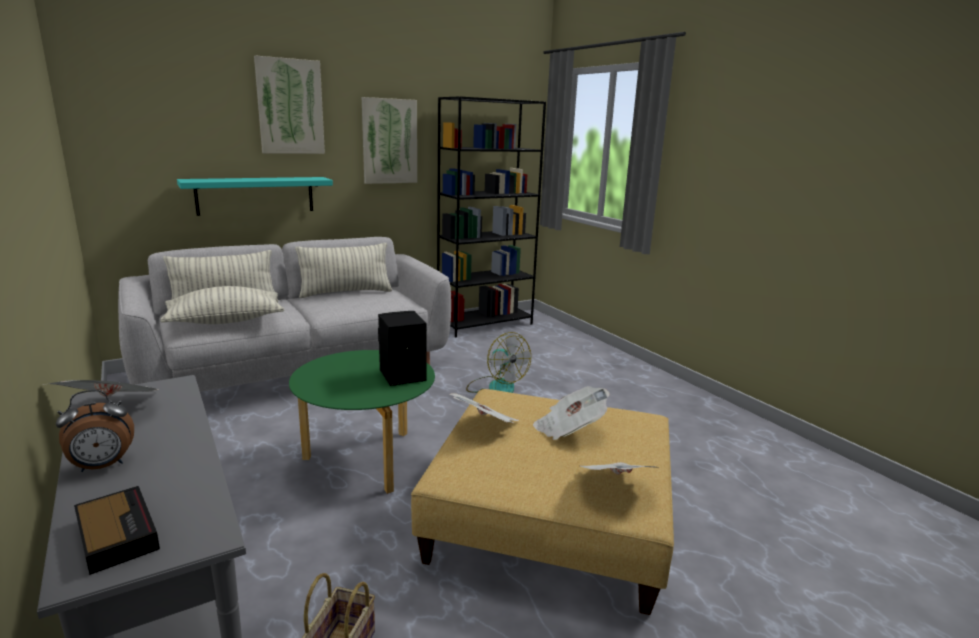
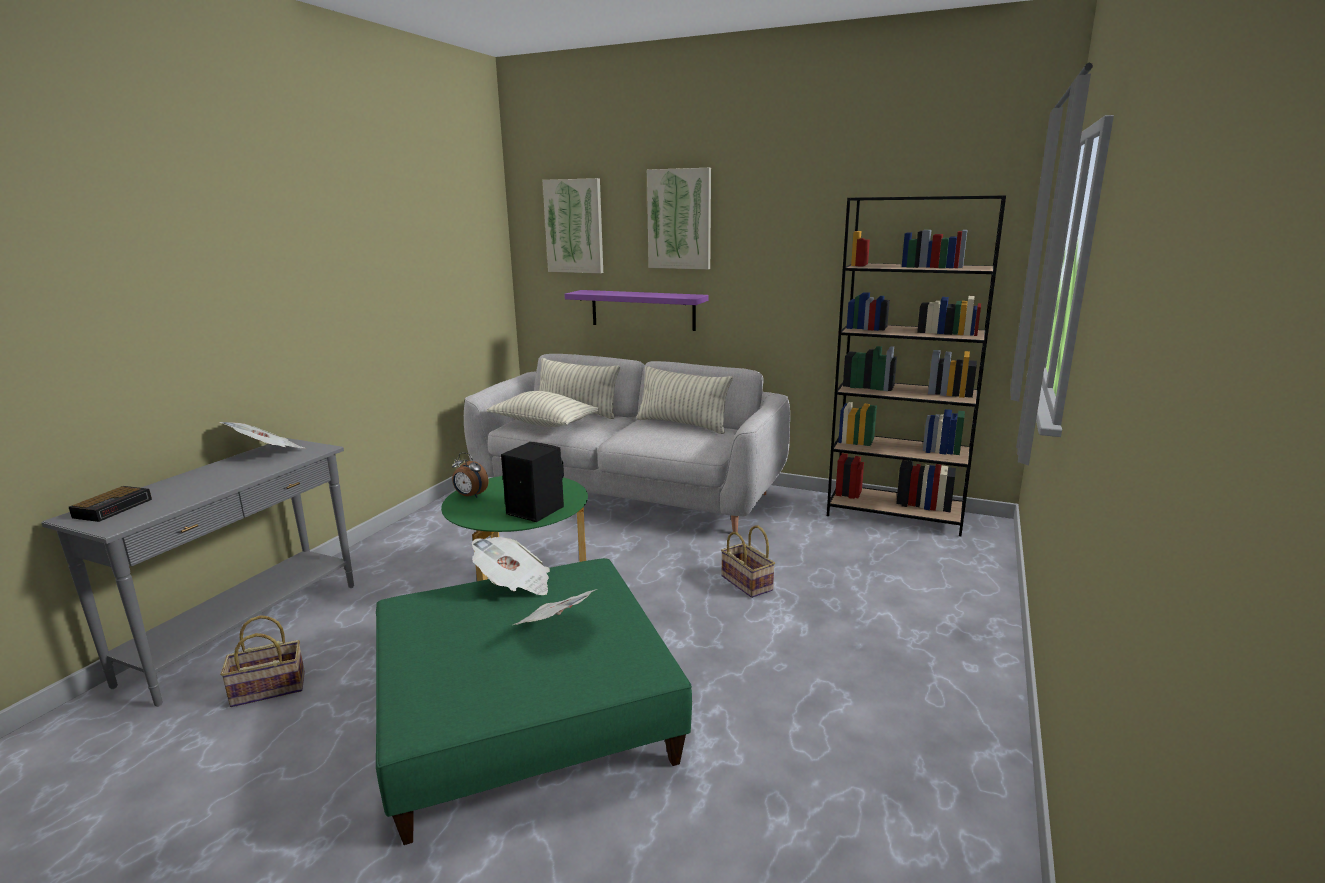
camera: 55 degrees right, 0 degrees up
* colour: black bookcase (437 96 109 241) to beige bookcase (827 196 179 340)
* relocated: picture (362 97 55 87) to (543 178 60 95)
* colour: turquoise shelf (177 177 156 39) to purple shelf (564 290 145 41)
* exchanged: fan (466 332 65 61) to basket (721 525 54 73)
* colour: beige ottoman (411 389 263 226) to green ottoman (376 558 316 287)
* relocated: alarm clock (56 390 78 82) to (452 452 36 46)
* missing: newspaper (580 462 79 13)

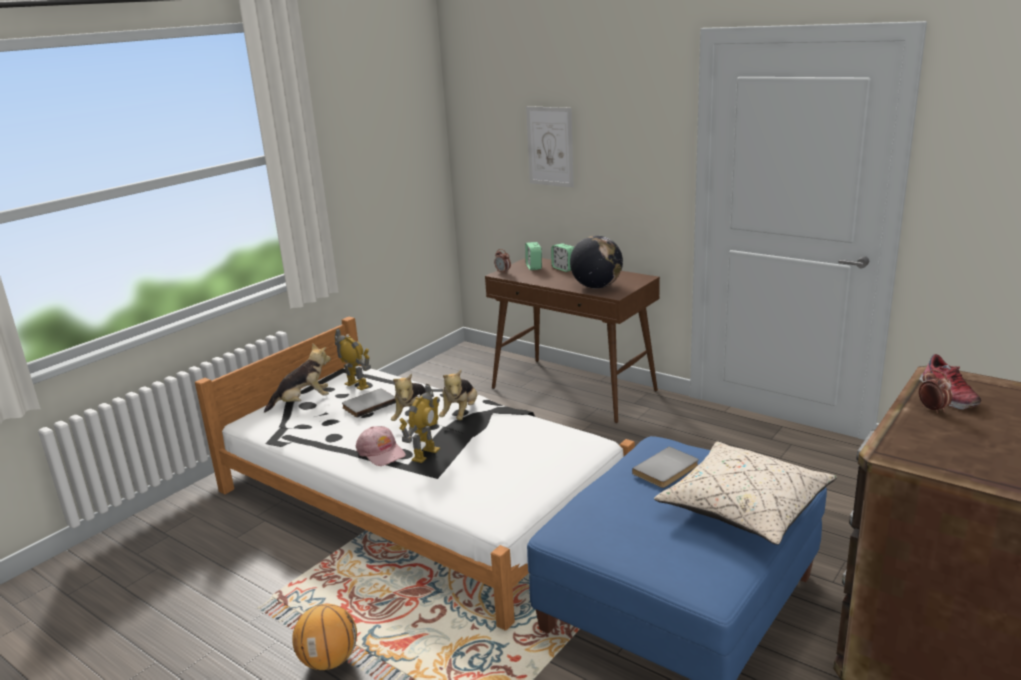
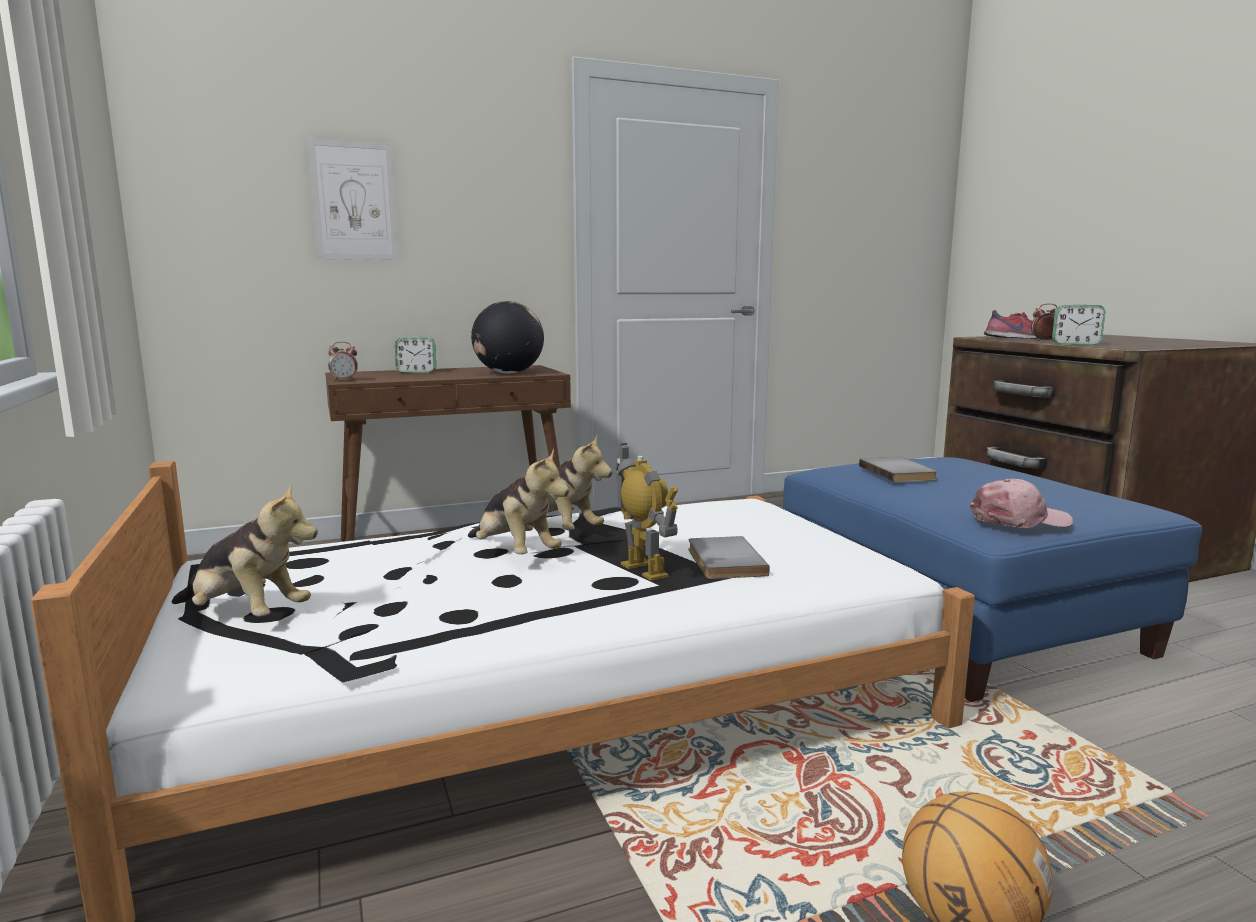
camera: 60 degrees left, 10 degrees down
* relocated: alarm clock (525 242 17 28) to (1052 304 54 41)
* missing: toy robot (335 328 36 62)
* spun: plush toy (264 343 67 70) = (172 483 146 134) 105 degrees clockwise
* relocated: grey book (342 389 54 29) to (688 536 82 43)
* relocated: pink cap (356 426 50 40) to (970 479 103 49)
* missing: beige pillow (654 442 183 103)

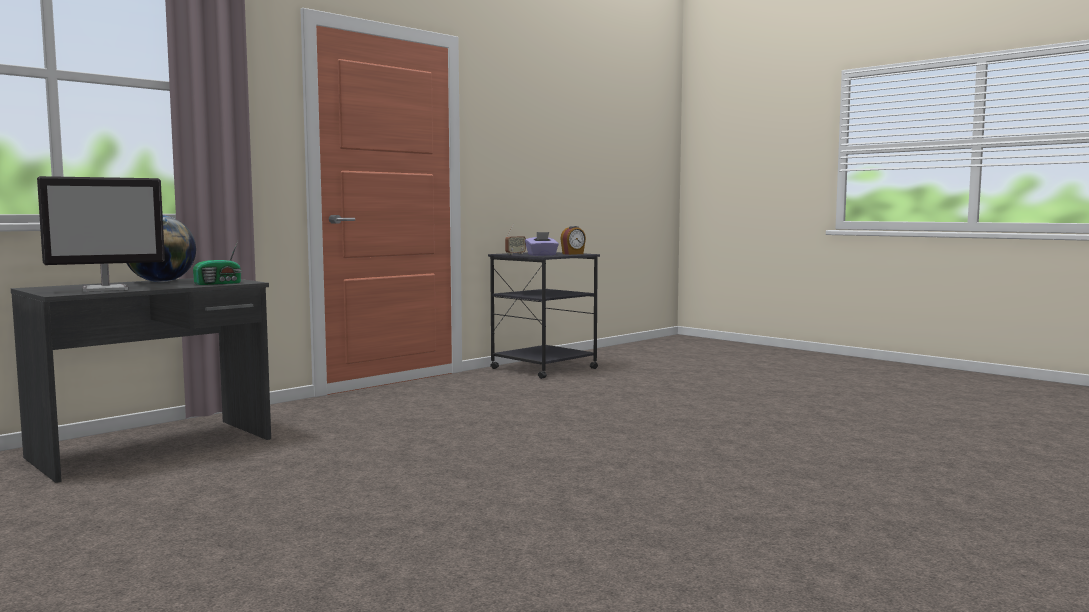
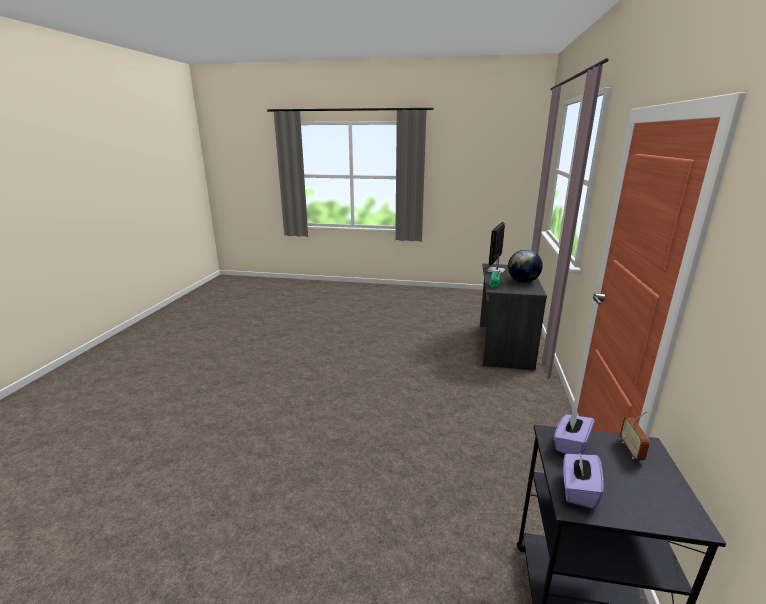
camera: 145 degrees right, 15 degrees up
* exchanged: alarm clock (560 226 26 29) to purple tissue box (563 451 41 58)

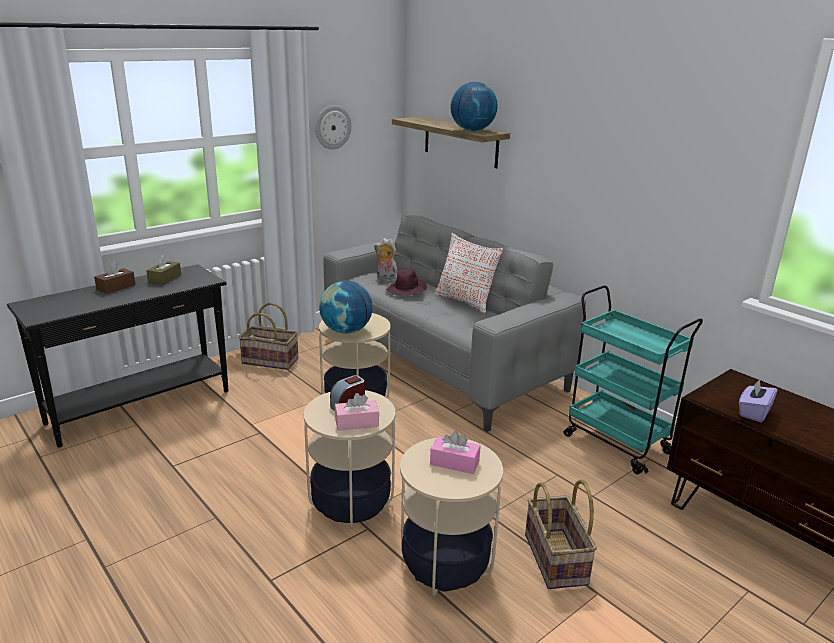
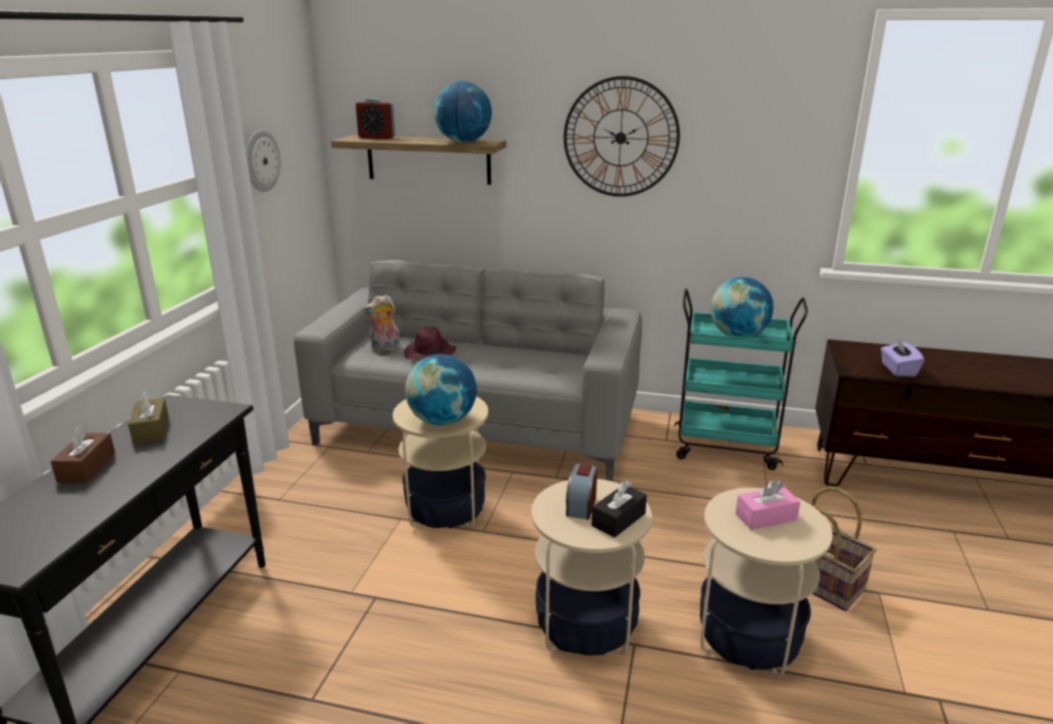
camera: 35 degrees left, 0 degrees up
* missing: white pillow (435 233 68 81)
* missing: basket (238 302 60 68)
* colour: pink tissue box (335 393 44 38) to black tissue box (592 480 55 58)
* appeared: wall clock (564 76 116 121)
* appeared: alarm clock (356 98 39 41)
* appeared: globe (710 277 64 60)

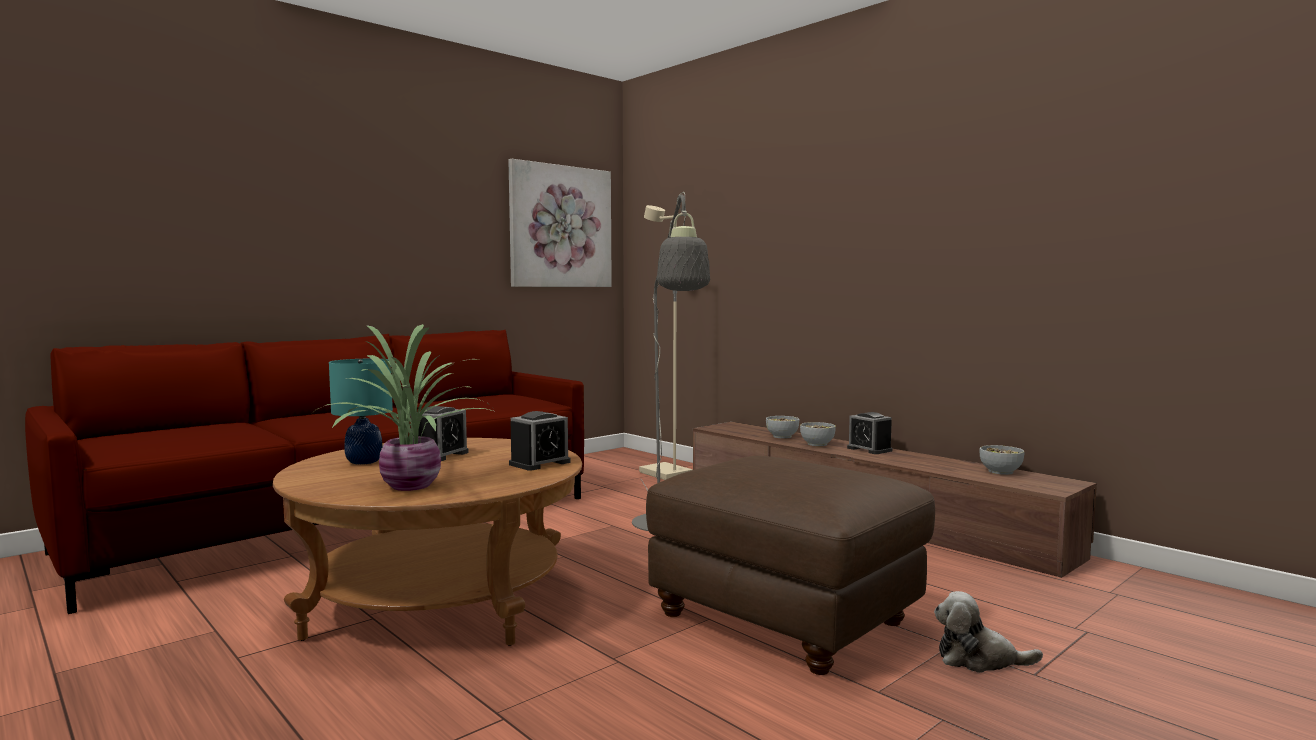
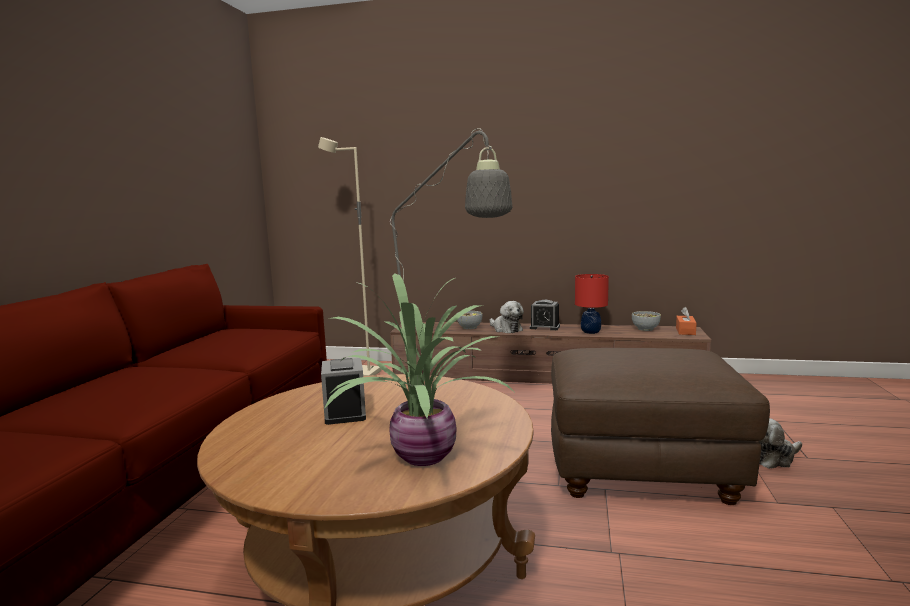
camera: 35 degrees left, 5 degrees up
* missing: picture (508 159 104 128)
* missing: turquoise table lamp (329 359 64 106)
* missing: alarm clock (509 411 62 60)
* exchanged: bowl (800 422 36 24) to plush toy (490 301 34 32)
* appeared: red table lamp (575 274 34 60)
* appeared: orange tissue box (676 307 21 28)

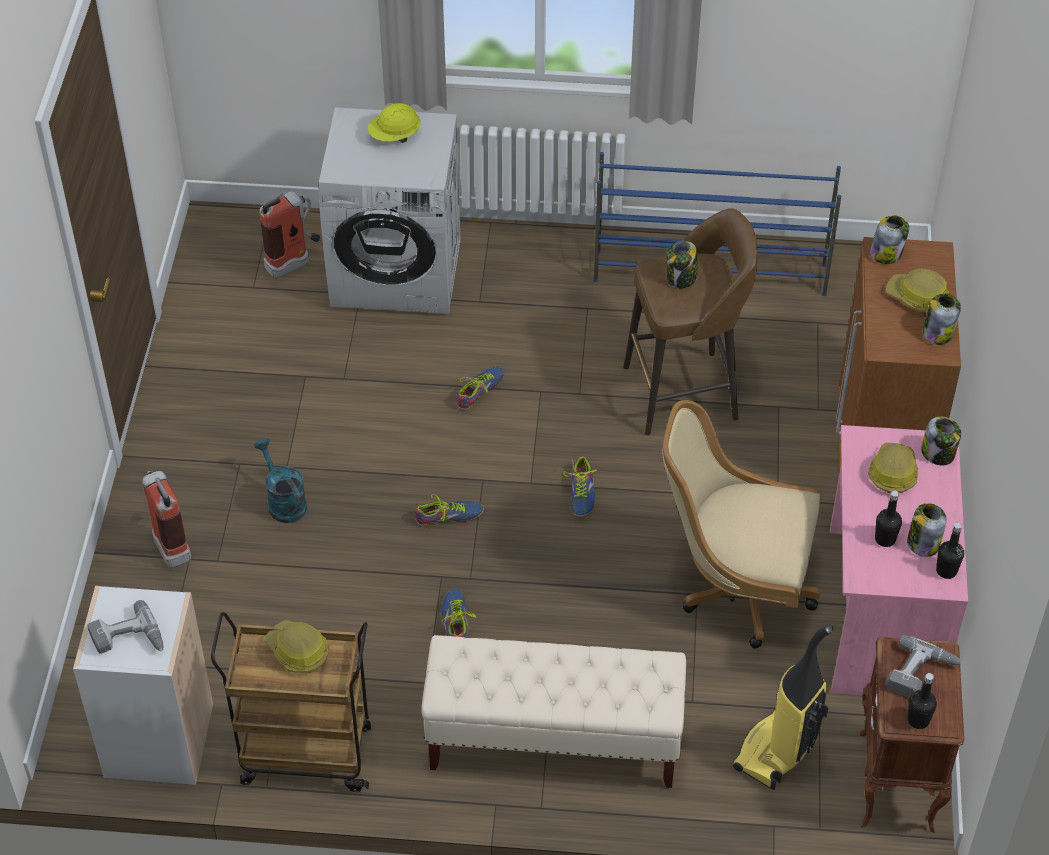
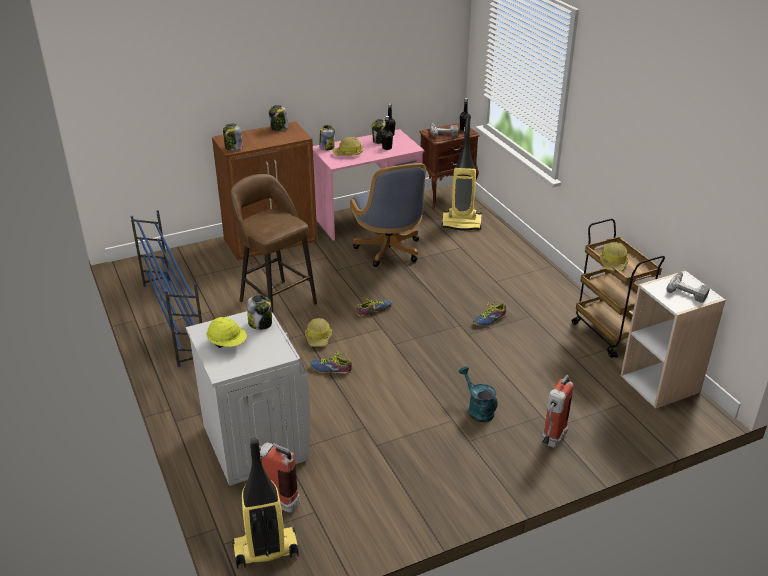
camera: 120 degrees left, 15 degrees down
* relocated: jar (666 241 32 48) to (247 295 25 35)
* relocated: hard hat (886 268 63 44) to (305 318 27 29)
* colour: beige office chair (662 400 159 249) to blue office chair (350 163 76 104)
* spun: turquoise watering can (254 438 53 85) = (459 366 38 56) 120 degrees clockwise
* missing: shoe (415 494 69 32)
* missing: beige bench (421 635 265 153)
* appeared: vacuum cleaner (232 438 67 131)

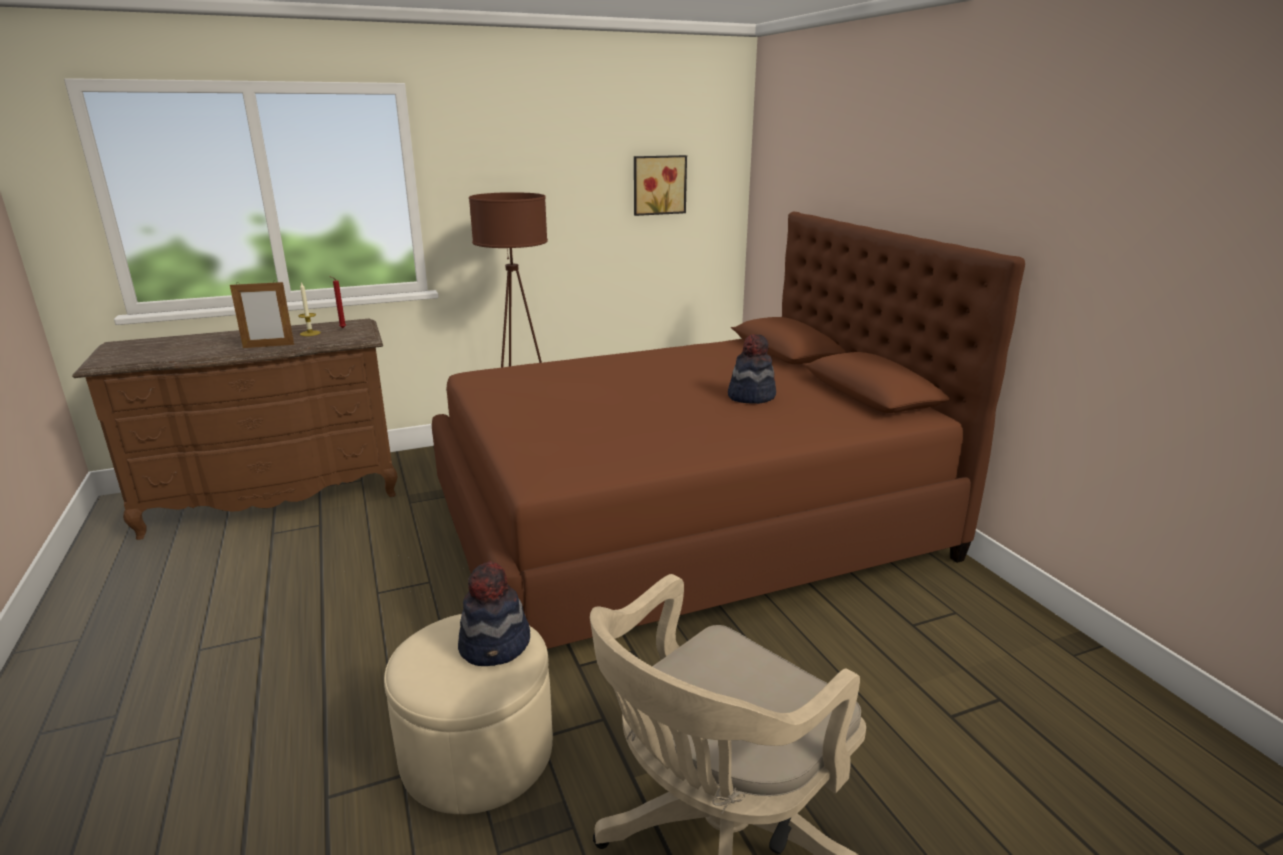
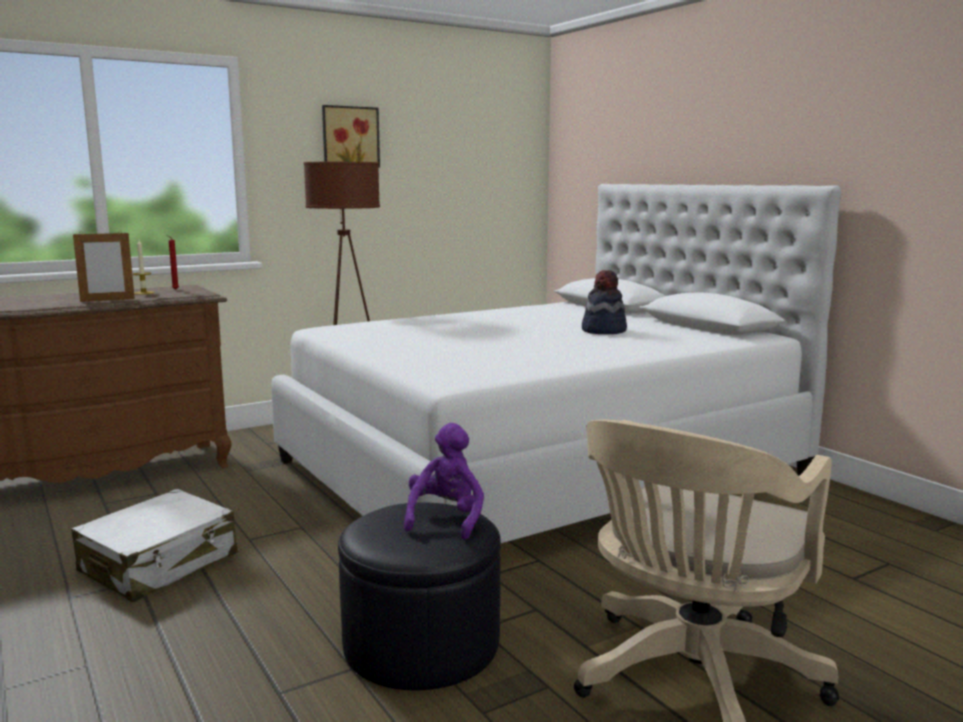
camera: 10 degrees left, 10 degrees down
* relocated: picture (634 155 53 61) to (322 105 58 62)
* colour: brown bed (432 212 593 437) to white bed (271 184 570 359)
* exchanged: hat (458 561 72 105) to purple plush toy (404 423 80 117)
* colour: beige ottoman (384 614 169 200) to black ottoman (338 502 163 188)
* appeared: white suitcase (71 489 166 113)

